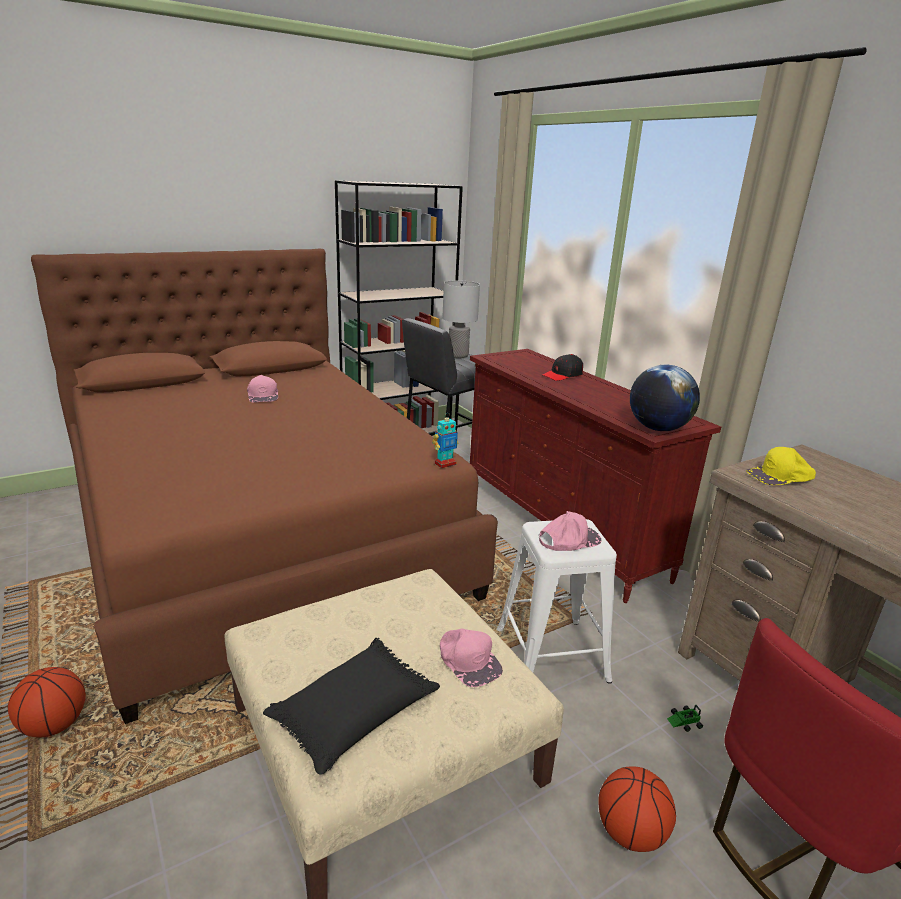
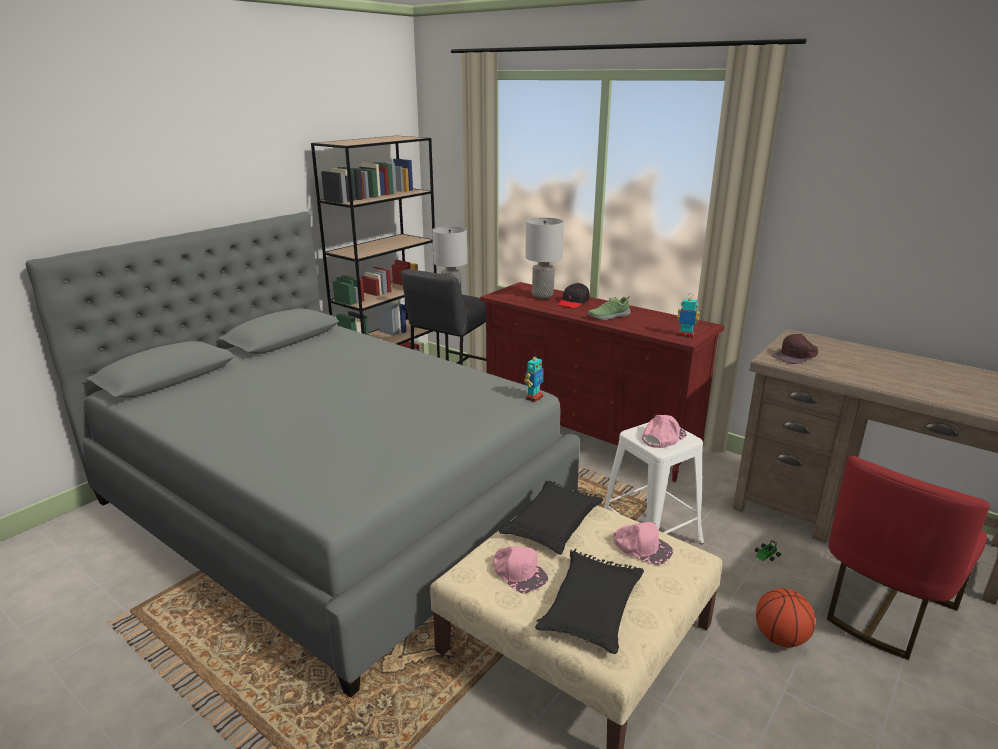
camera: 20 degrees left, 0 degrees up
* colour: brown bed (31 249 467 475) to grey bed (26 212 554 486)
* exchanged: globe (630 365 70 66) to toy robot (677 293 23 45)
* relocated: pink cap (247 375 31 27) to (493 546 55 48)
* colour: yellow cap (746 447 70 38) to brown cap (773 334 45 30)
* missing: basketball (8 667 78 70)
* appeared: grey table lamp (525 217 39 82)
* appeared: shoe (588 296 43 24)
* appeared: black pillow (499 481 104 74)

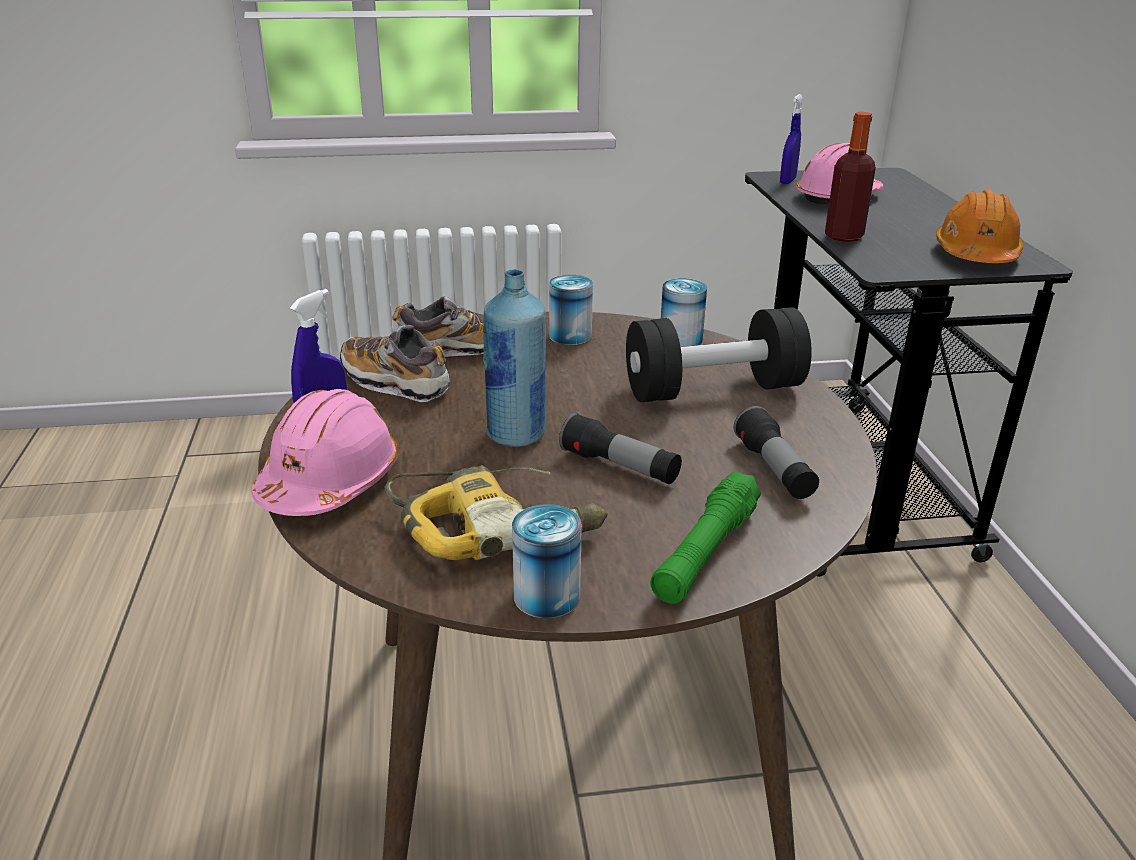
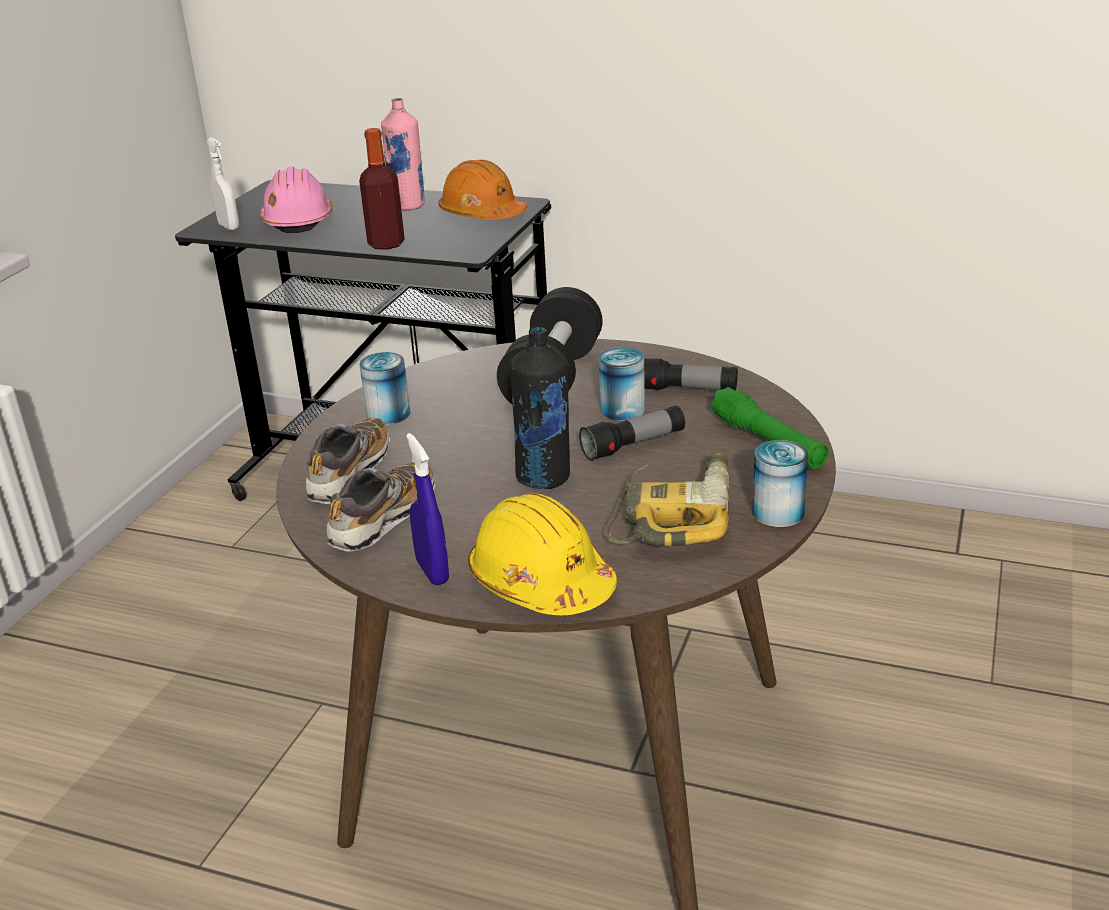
camera: 60 degrees left, 0 degrees up
* colour: blue spray bottle (780 94 23 90) to white spray bottle (207 137 32 93)
* colour: blue bottle (483 269 63 178) to black bottle (510 327 60 162)
* relocated: can (661 278 46 69) to (599 347 46 74)
* spun: shoe (340 325 110 77) = (327 463 108 89) 150 degrees clockwise
* colour: pink hard hat (252 389 147 127) to yellow hard hat (468 493 149 122)
* appeared: pink bottle (381 98 44 113)

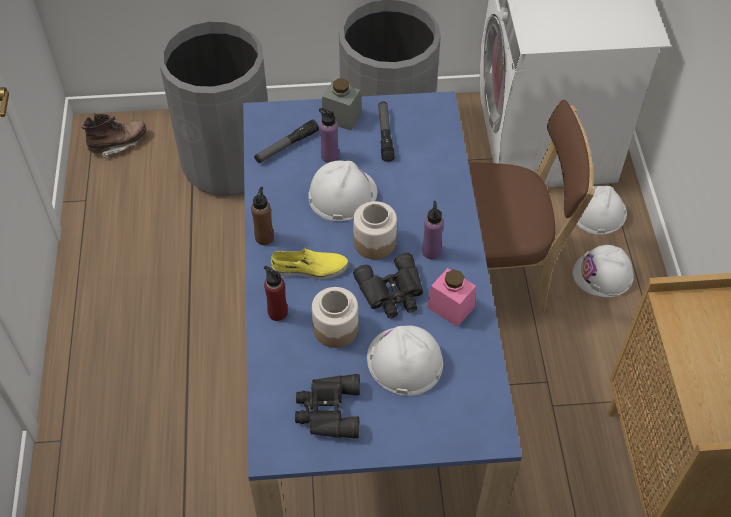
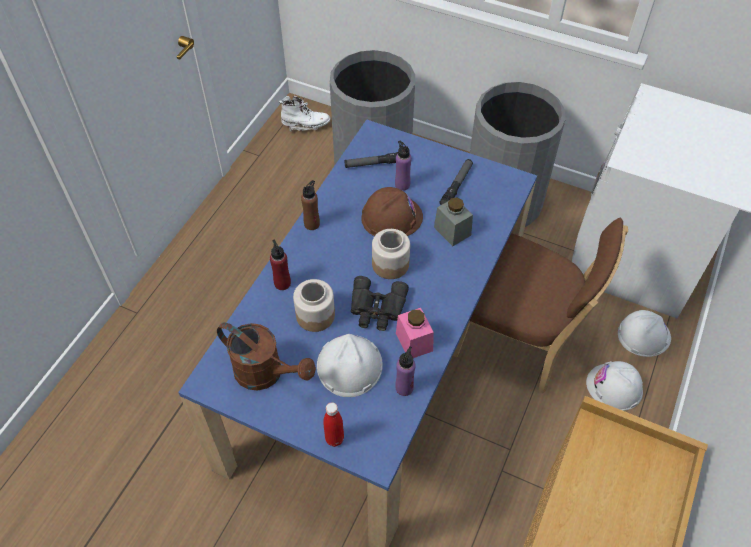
camera: 30 degrees right, 0 degrees up
* relocated: grey jar (322 78 40 53) to (434 197 39 49)
* colour: brown boot (81 114 66 44) to white boot (279 96 51 36)
* colour: white hard hat (308 161 69 60) to brown hard hat (361 187 62 49)
* relocated: purple bottle (422 201 22 58) to (395 347 21 49)
* missing: yellow shoe (271 248 77 32)
* exchanged: black binoculars (295 374 65 64) to brown watering can (217 322 99 69)
* appeared: red bottle (323 402 21 45)

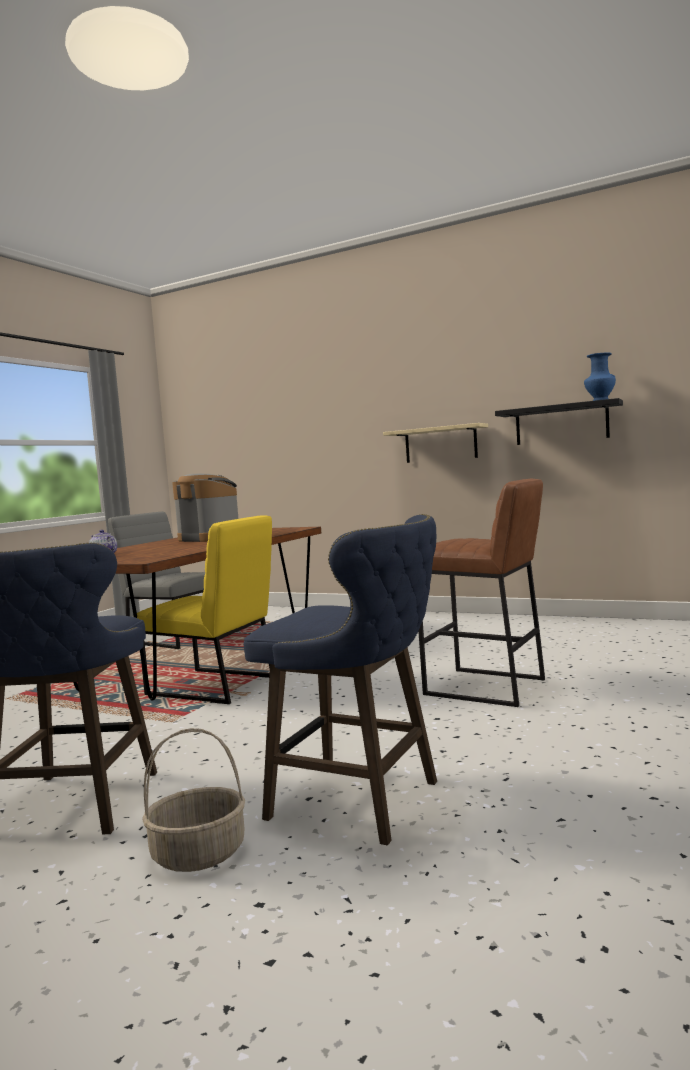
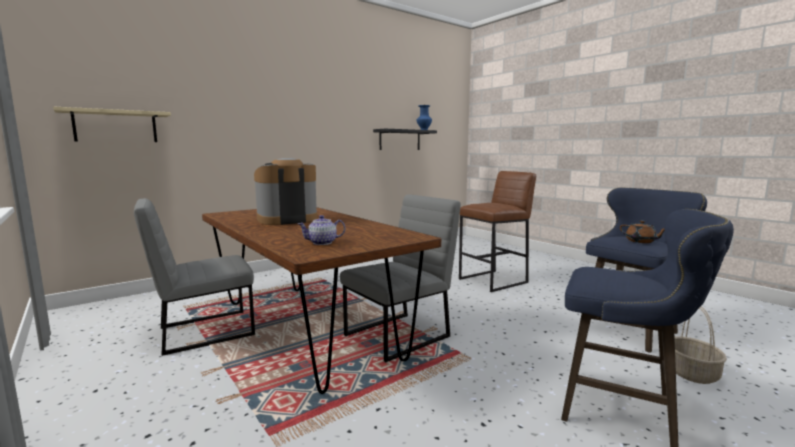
camera: 65 degrees left, 5 degrees up
* relocated: beige shelf (383 423 105 40) to (53 107 118 35)
* colour: yellow chair (137 515 135 189) to grey chair (340 194 121 168)
* appeared: brown teapot (620 221 44 22)

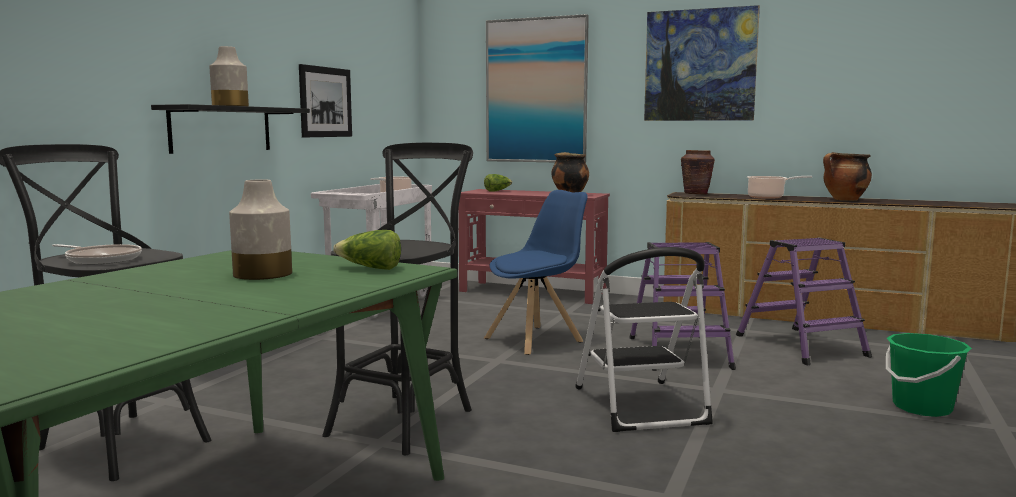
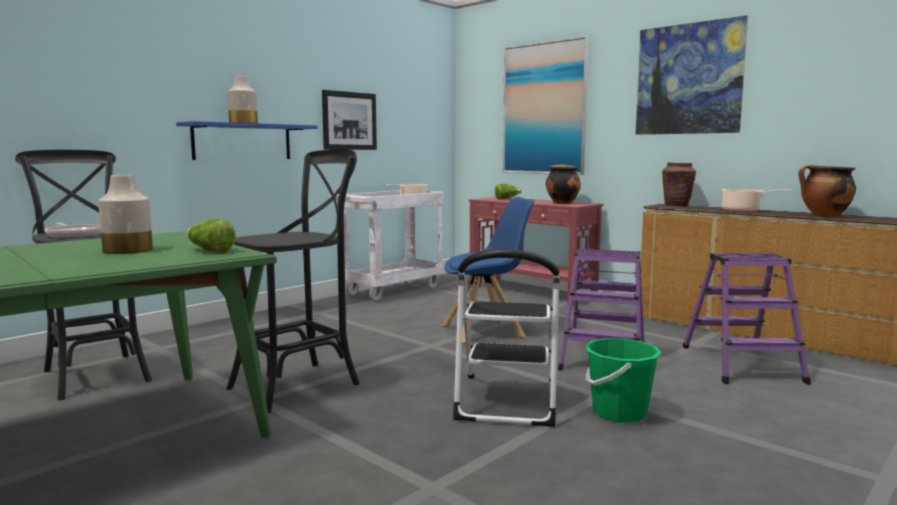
camera: 20 degrees right, 0 degrees up
* colour: black shelf (151 104 159 50) to blue shelf (176 121 142 39)
* relocated: green bucket (886 333 86 84) to (585 338 76 85)

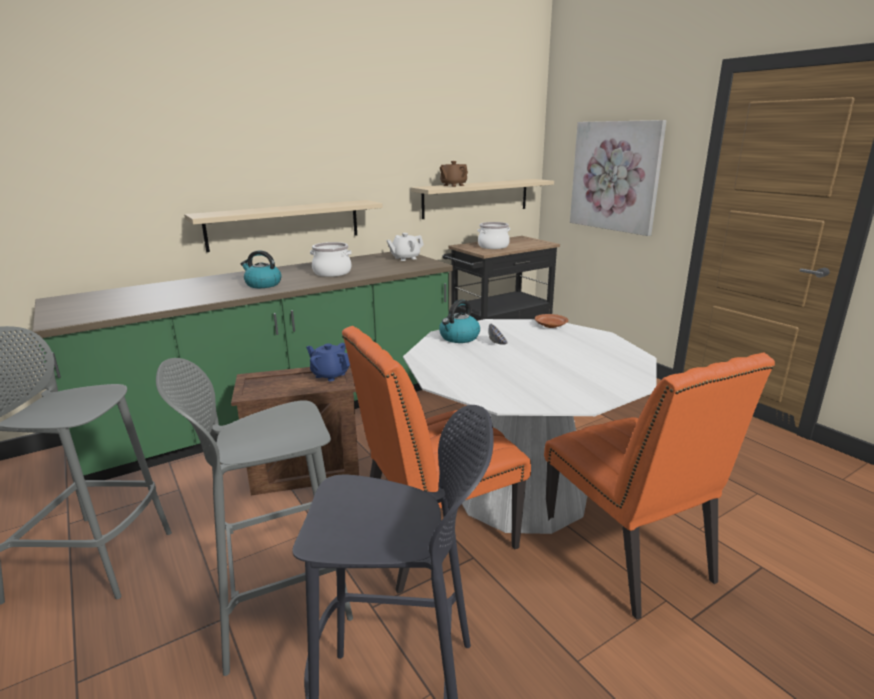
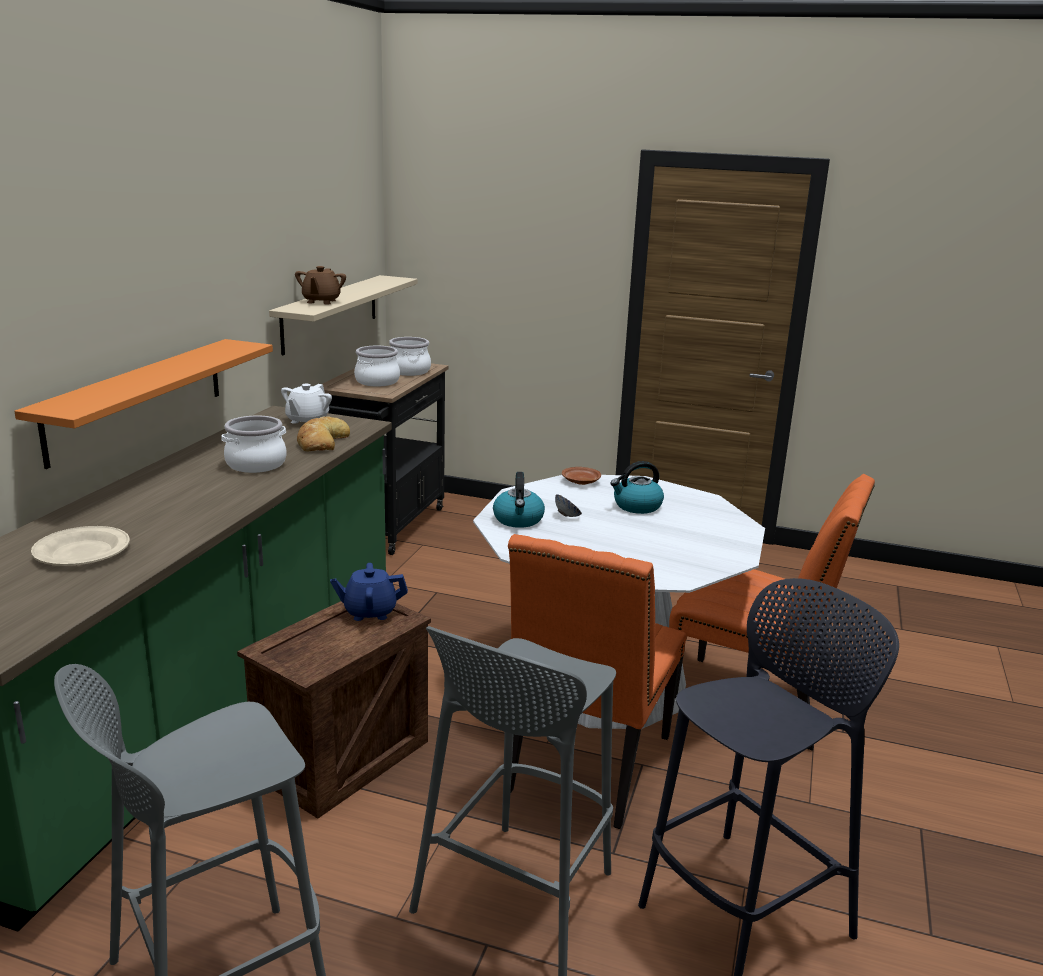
camera: 40 degrees left, 0 degrees up
* missing: picture (570 120 97 116)
* colour: beige shelf (184 200 199 52) to orange shelf (14 339 259 130)
* relocated: kettle (241 250 40 38) to (610 461 54 53)
* appeared: cooking pot (389 337 42 39)
* appeared: bread (297 416 53 35)
* appeared: beige plate (31 526 99 40)

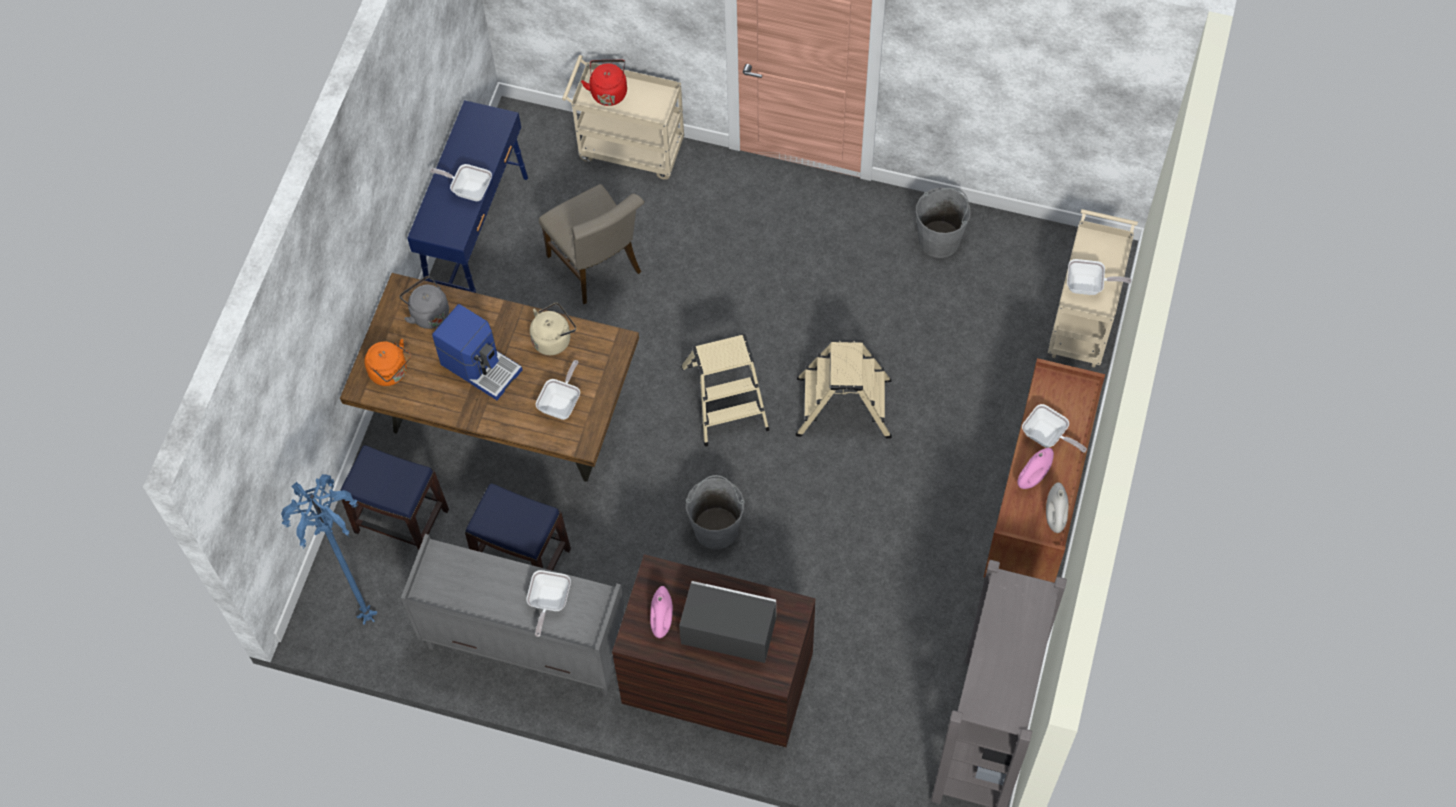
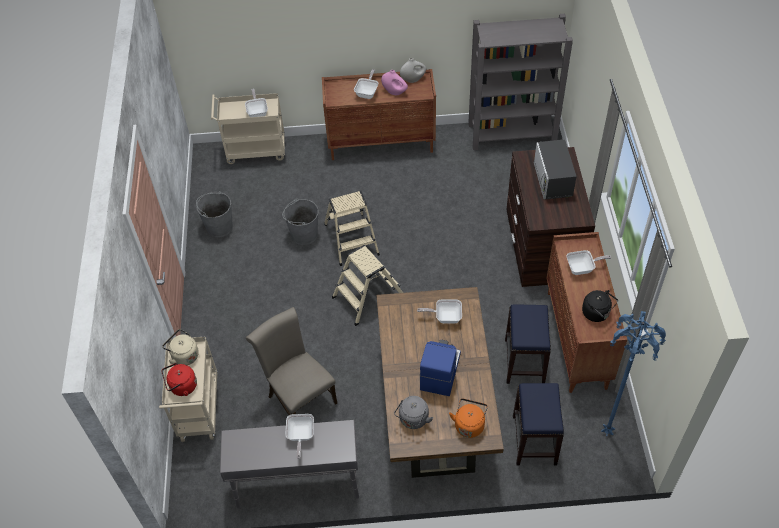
camera: 110 degrees left, 10 degrees down
* colour: blue console table (407 100 121 193) to grey console table (220 420 139 89)
* spun: beige chair (539 184 105 120) = (246 307 91 108) 75 degrees counterclockwise
* relocated: beige kettle (530 303 46 52) to (162 329 37 36)
* relocated: grey bucket (686 475 59 74) to (282 199 36 46)
* colour: grey cabinet (401 534 224 163) to brown cabinet (546 232 81 161)
* missing: pink vase (650 586 23 52)
* appeared: black kettle (582 290 36 32)

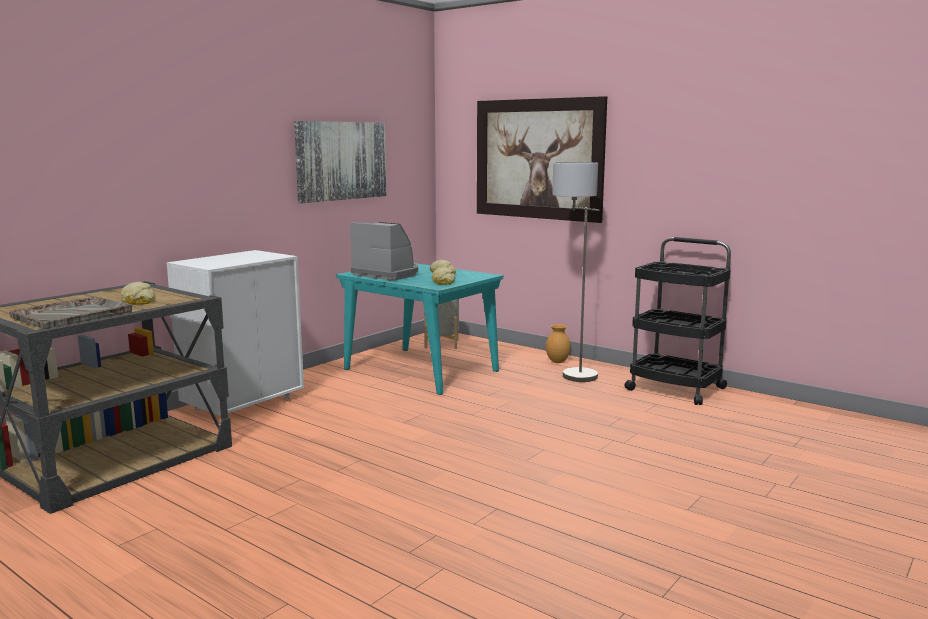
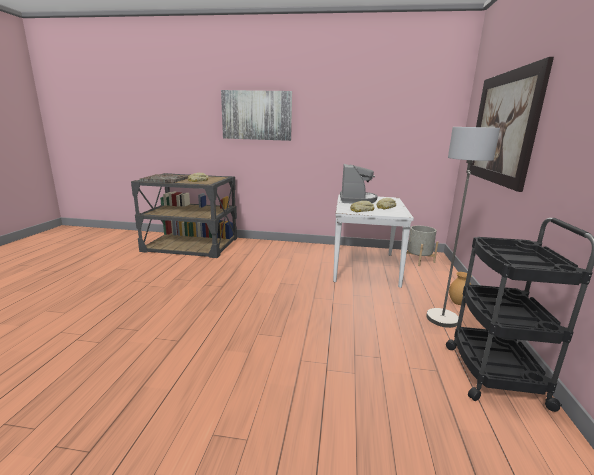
camera: 60 degrees right, 5 degrees up
* relocated: picture (294 121 92 82) to (221 90 71 51)
* missing: white cabinet (167 250 137 166)
* colour: turquoise dining table (336 263 167 132) to white dining table (333 195 81 93)

